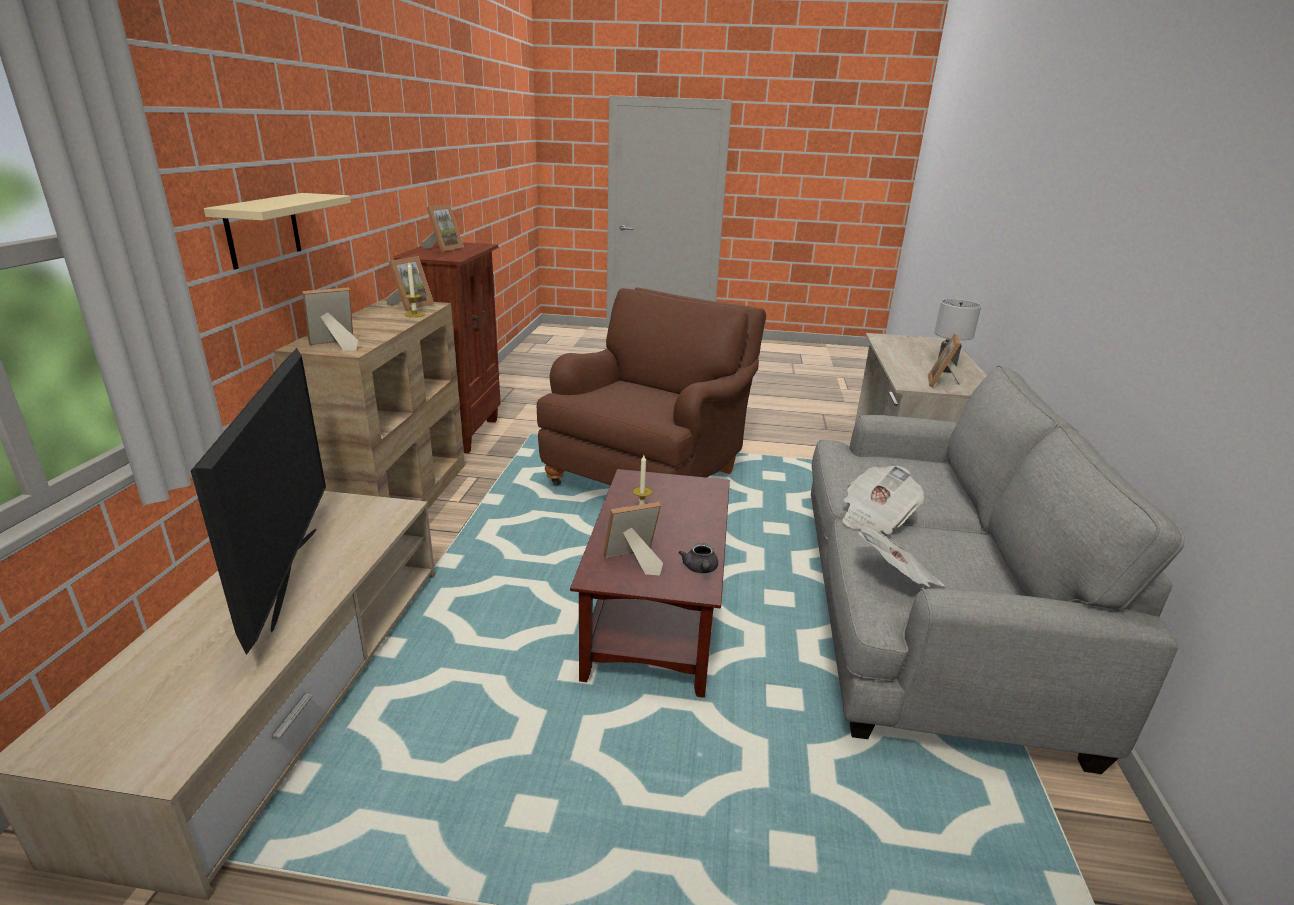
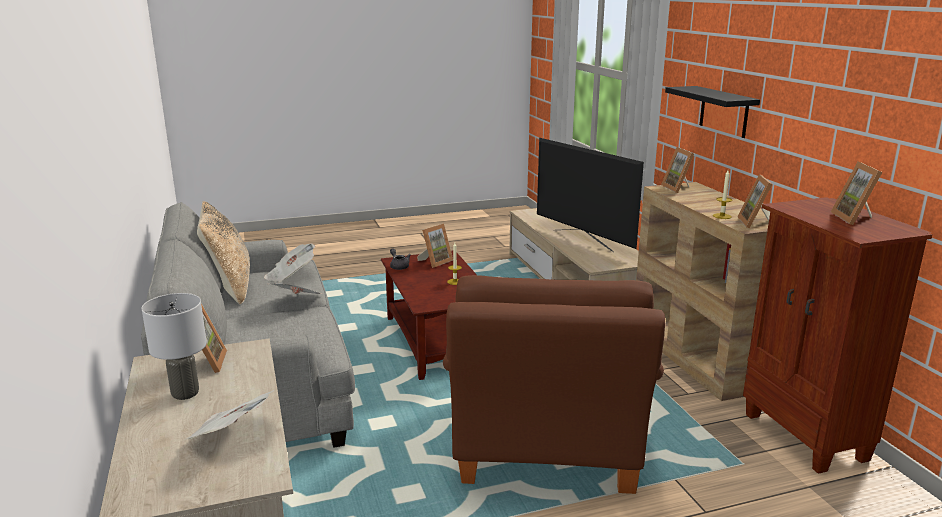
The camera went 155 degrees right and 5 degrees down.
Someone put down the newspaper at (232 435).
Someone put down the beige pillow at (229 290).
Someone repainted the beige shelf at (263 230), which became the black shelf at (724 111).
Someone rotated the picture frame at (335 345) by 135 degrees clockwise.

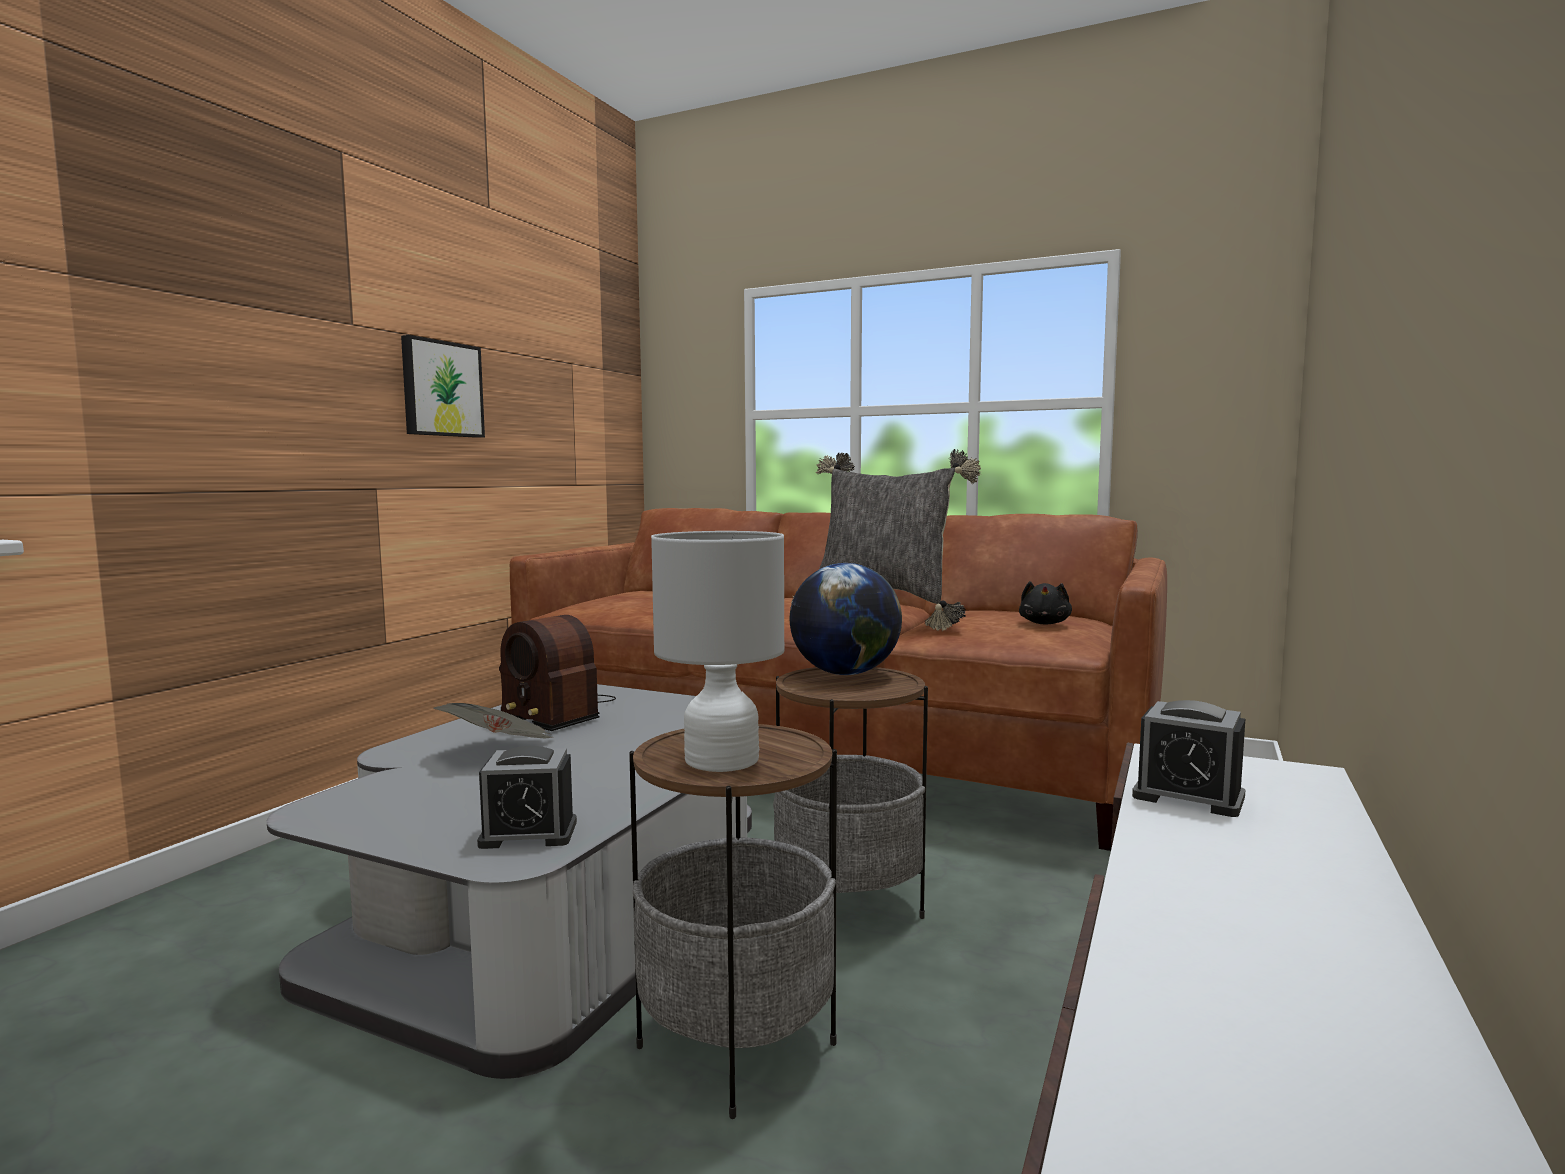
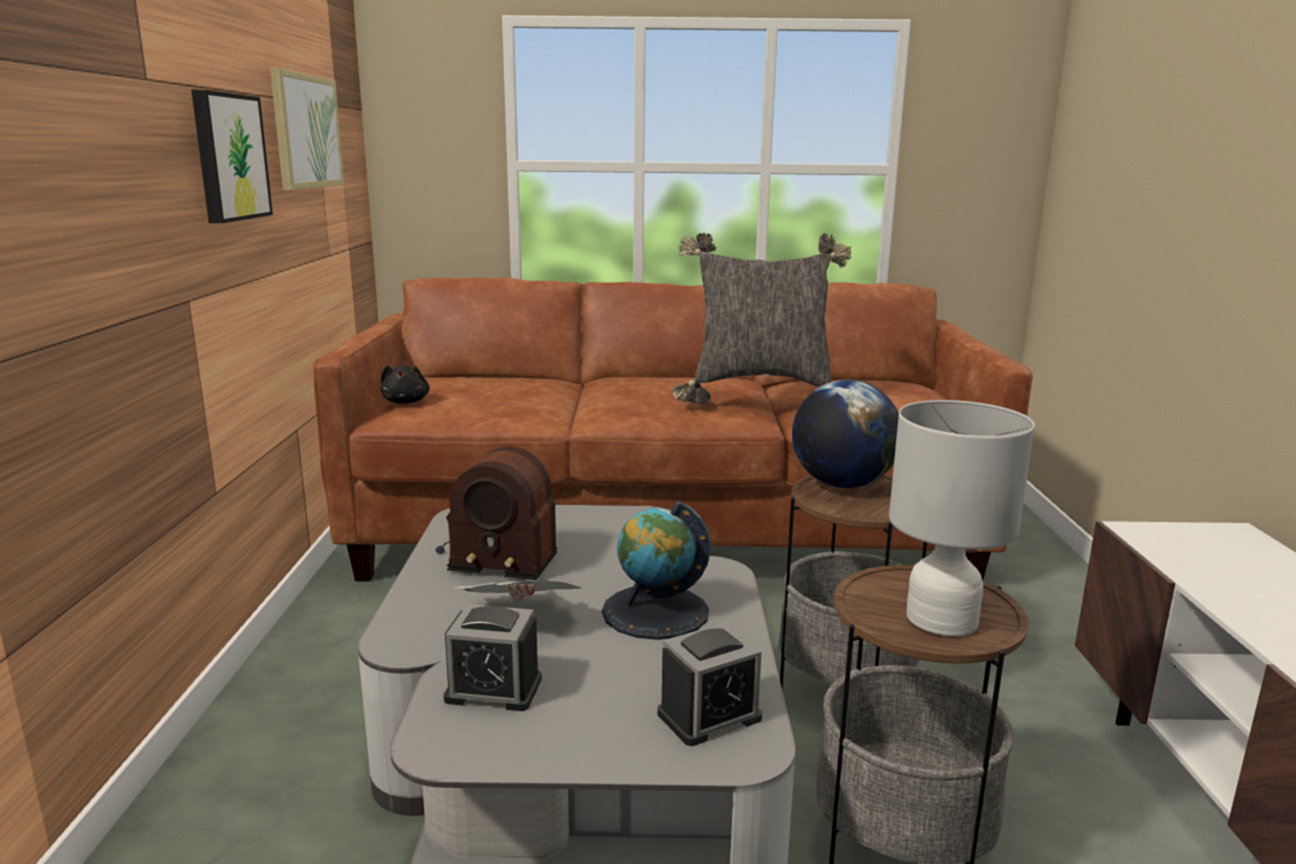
The camera went 25 degrees left and 10 degrees up.
Someone put up the picture at (306 131).
Someone put down the globe at (655 612).
Someone carried the black plush toy from (1044 623) to (406 402).
Someone carried the alarm clock from (1188 796) to (493 689).

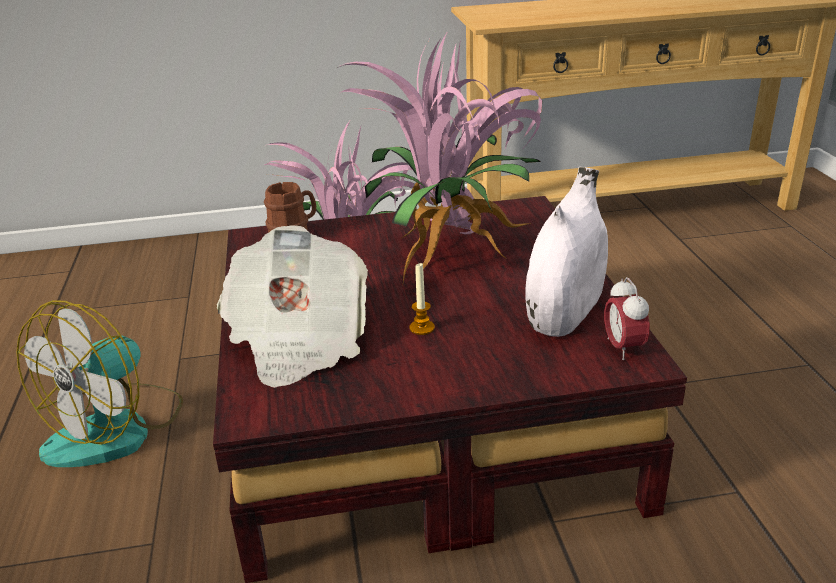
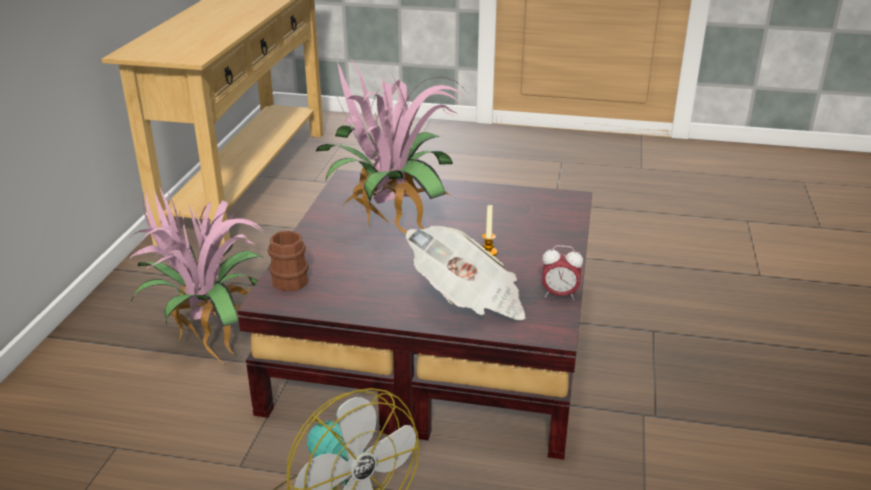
The camera went 70 degrees left and 0 degrees up.
Someone took away the white vase at (565 310).
Someone carried the alarm clock from (623 348) to (559 295).

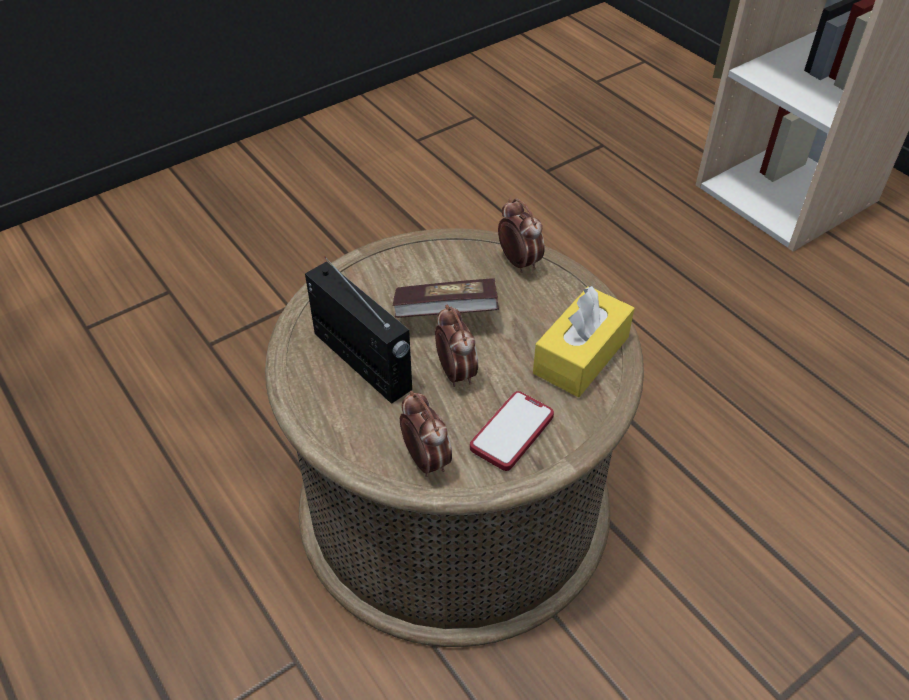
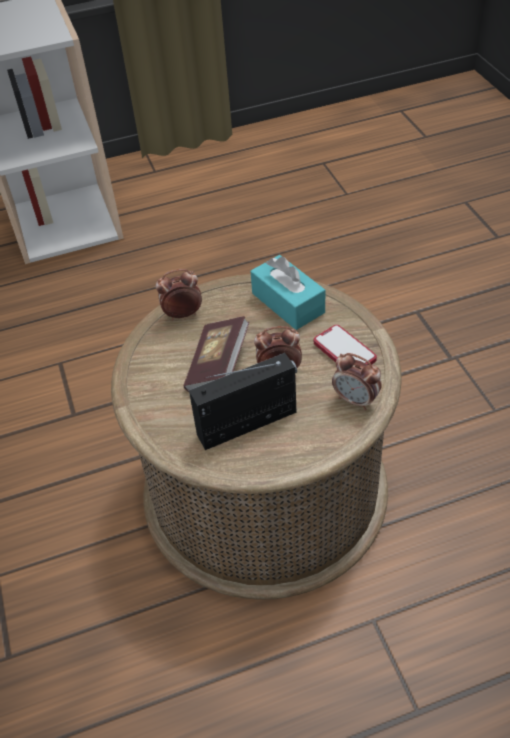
The camera went 70 degrees left and 0 degrees up.
Someone repainted the yellow tissue box at (581 355), which became the turquoise tissue box at (288 303).
Someone rotated the alarm clock at (425 460) by 135 degrees counterclockwise.

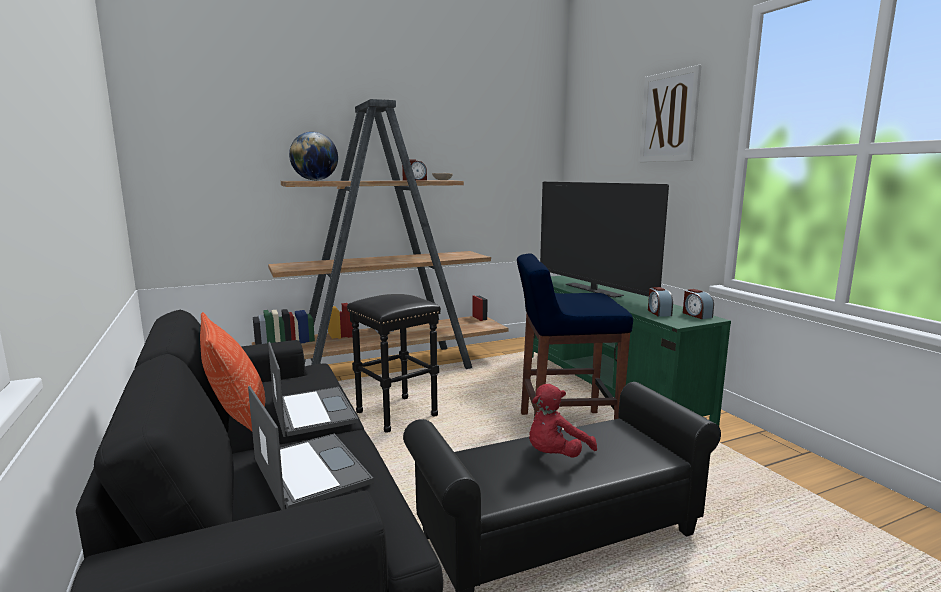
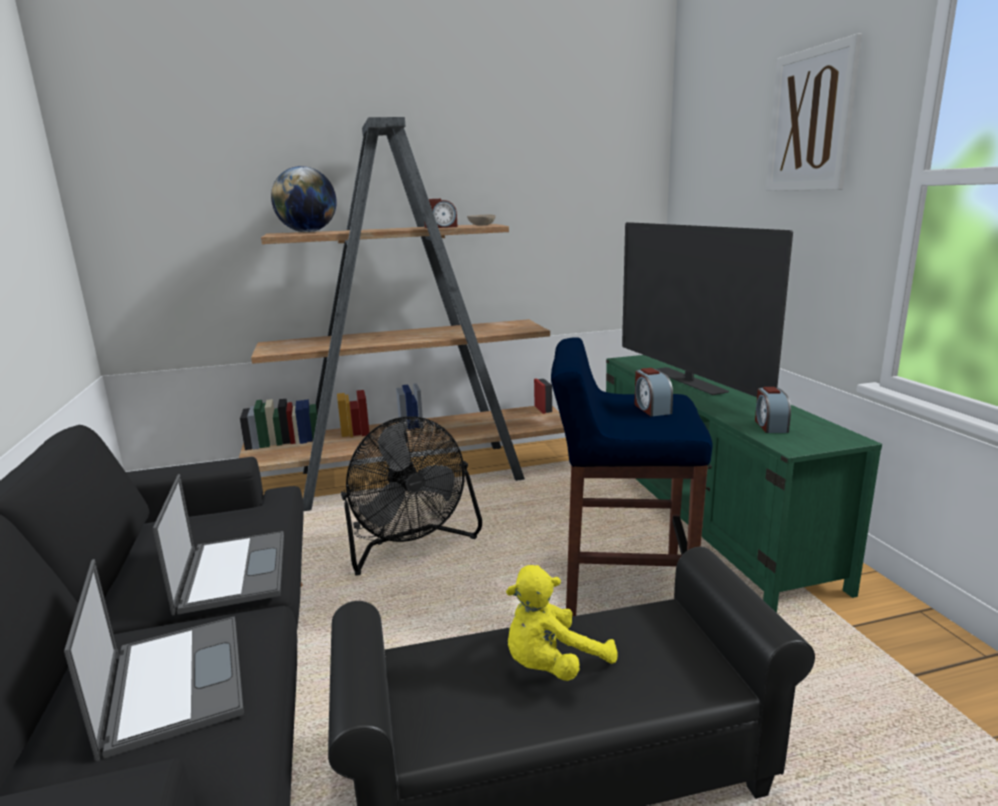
The camera went 10 degrees right and 5 degrees up.
Someone took away the orange pillow at (238 423).
Someone carried the alarm clock from (696 315) to (651 408).
Someone swapped the black stool at (397 413) for the black fan at (404 546).
Someone repainted the red plush toy at (555 455), which became the yellow plush toy at (552 665).

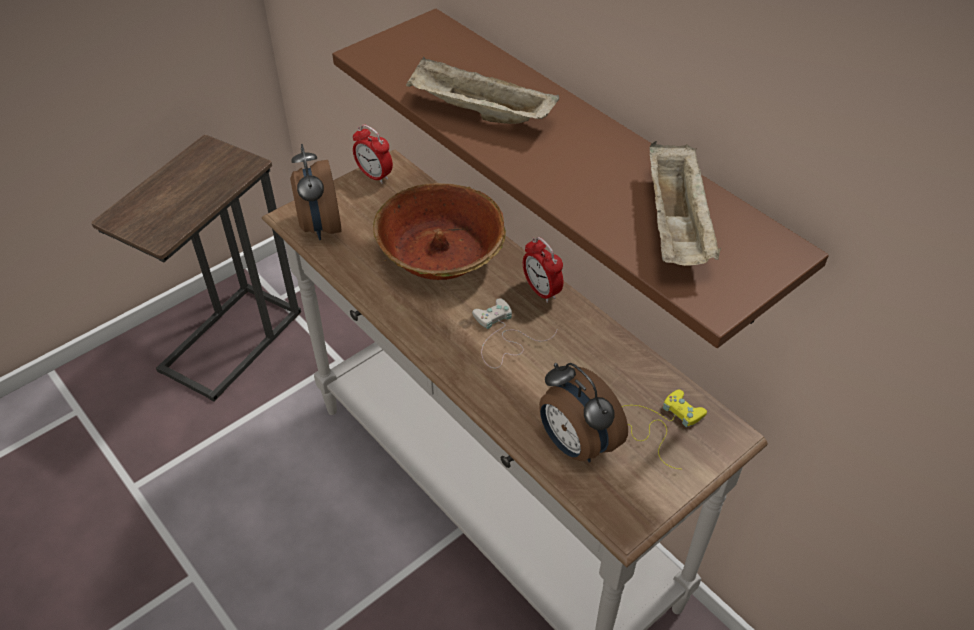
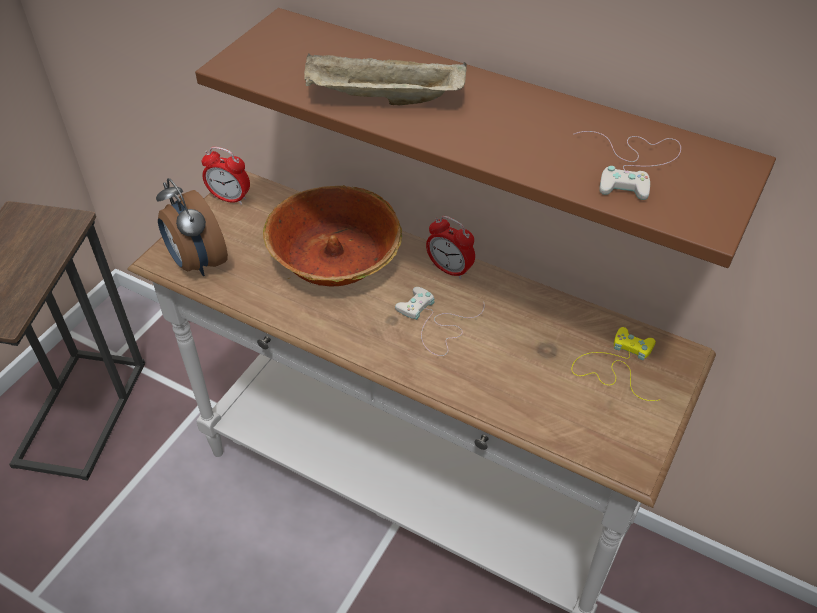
The camera went 20 degrees left and 0 degrees up.
Someone took away the alarm clock at (575 444).
Someone swapped the beige tray at (676 227) for the white game controller at (633 164).

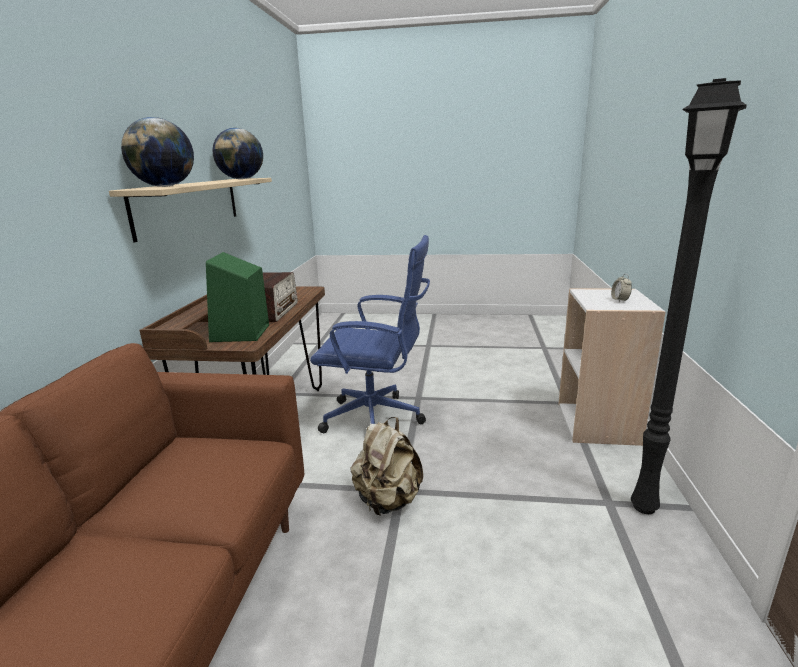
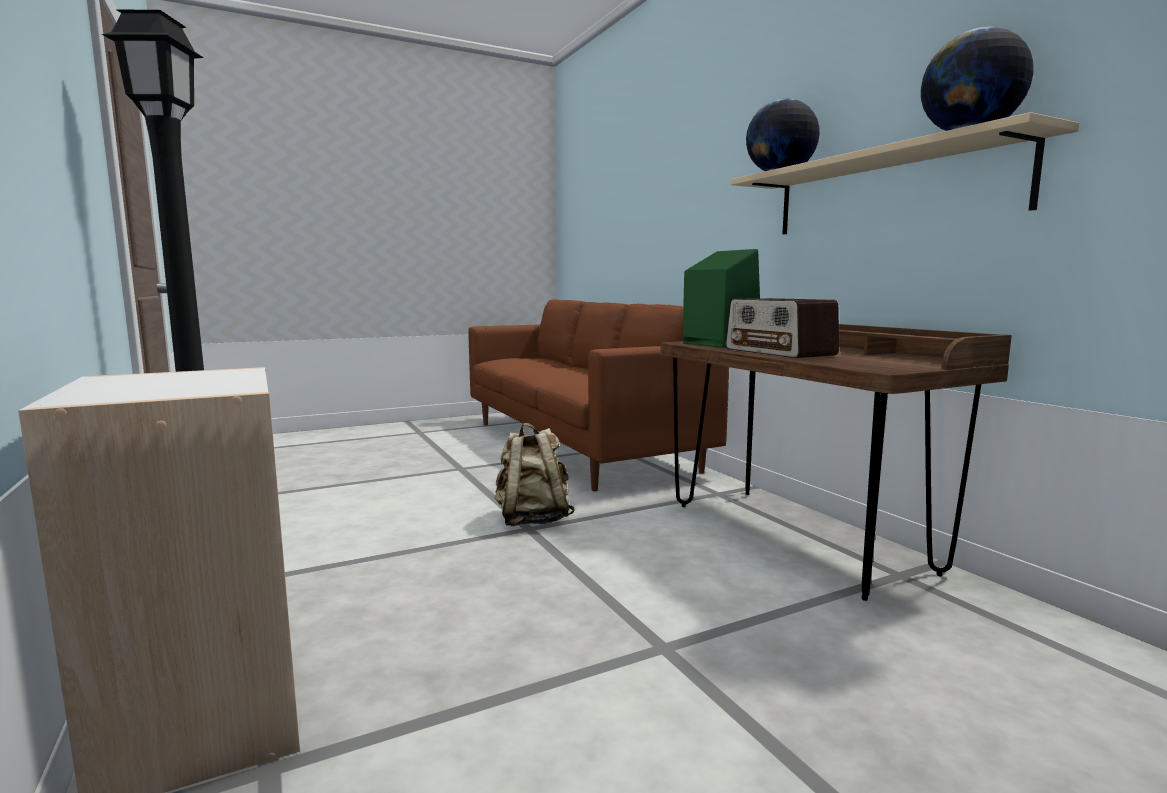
The camera went 145 degrees right and 10 degrees down.
Someone took away the blue office chair at (377 420).
Someone took away the alarm clock at (620 300).

